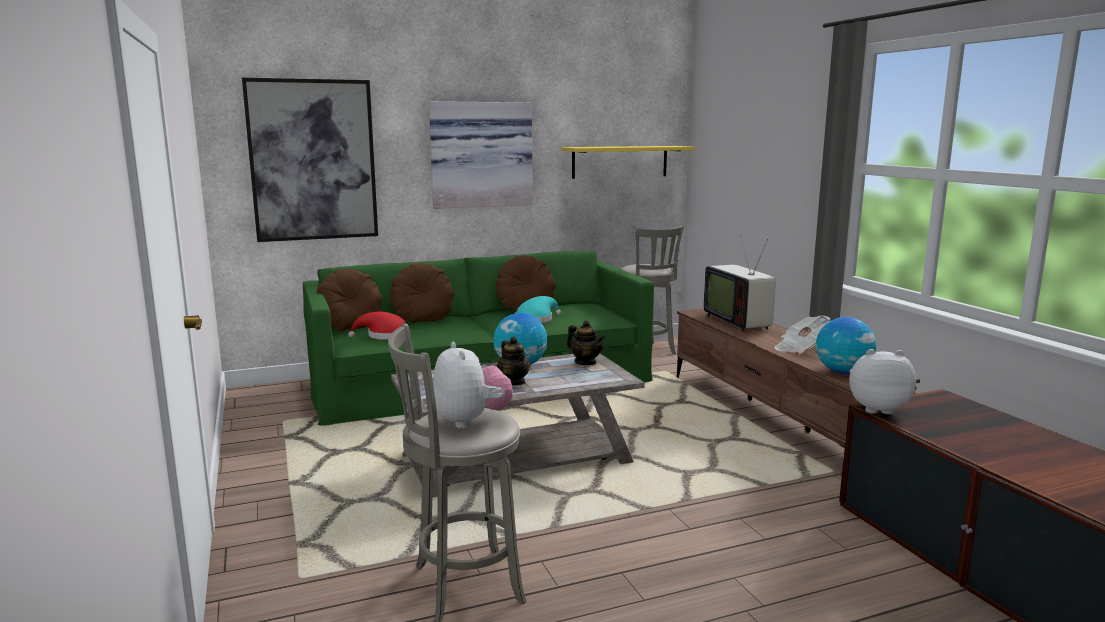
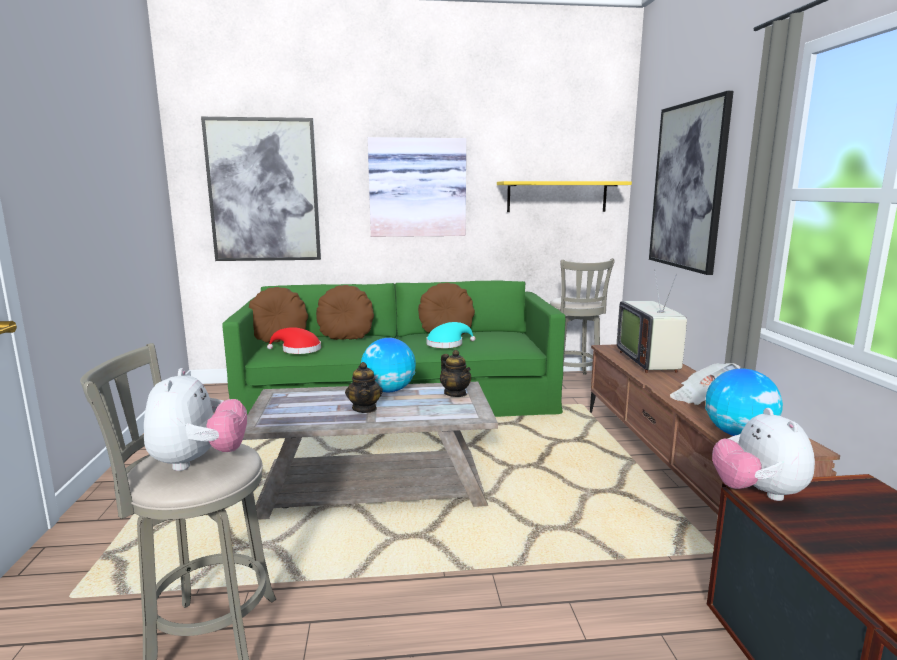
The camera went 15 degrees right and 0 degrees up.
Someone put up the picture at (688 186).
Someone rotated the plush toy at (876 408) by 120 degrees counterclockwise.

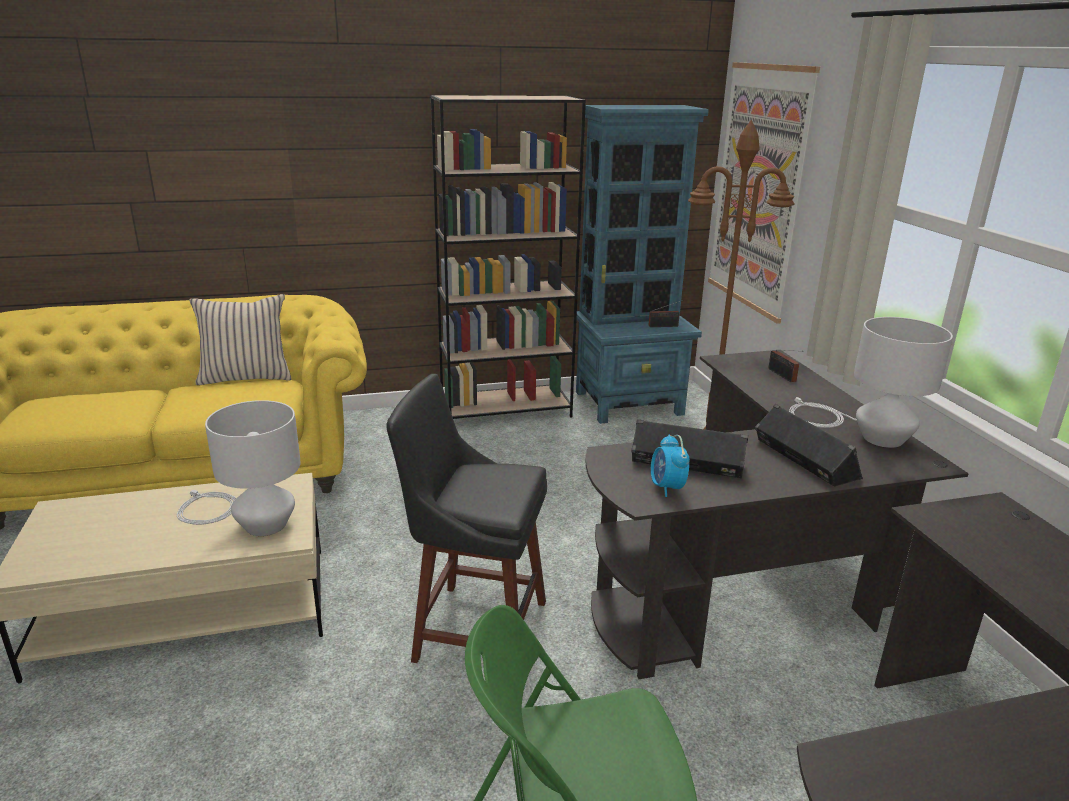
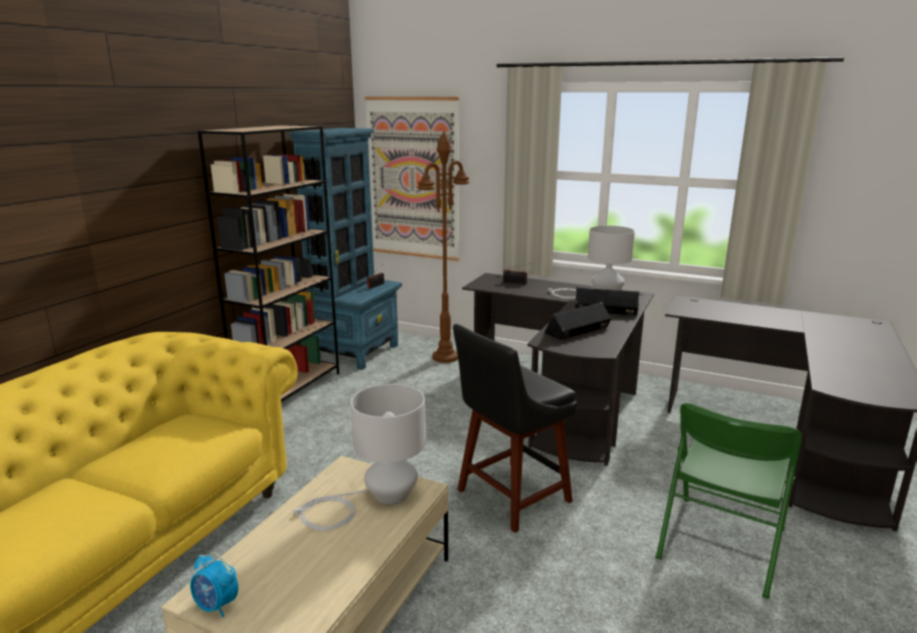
The camera went 50 degrees left and 5 degrees down.
Someone took away the beige pillow at (246 377).
Someone carried the alarm clock from (667 488) to (217 606).

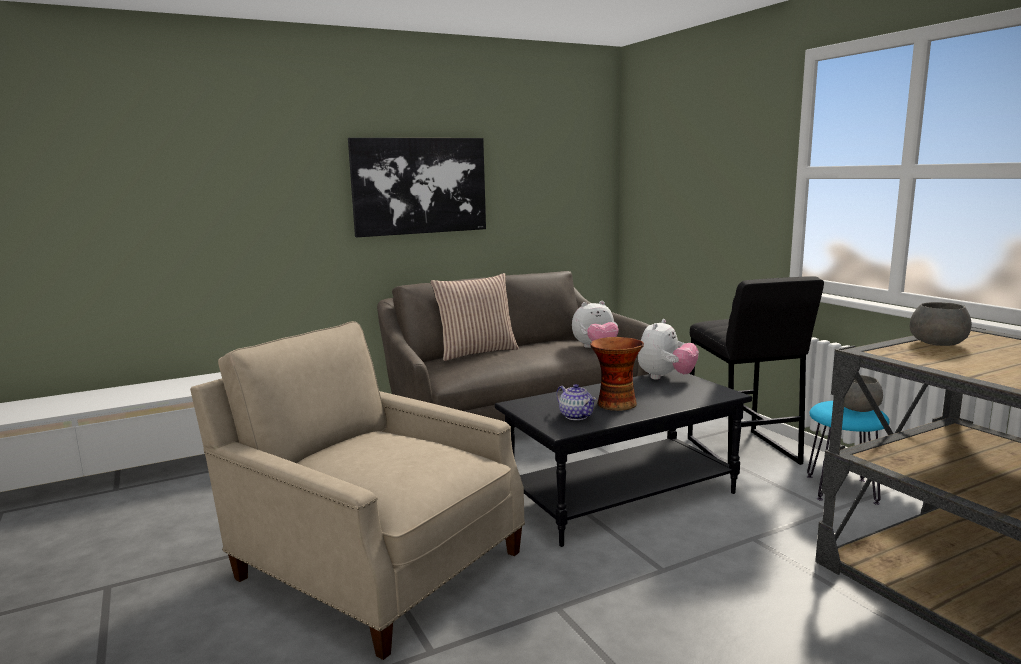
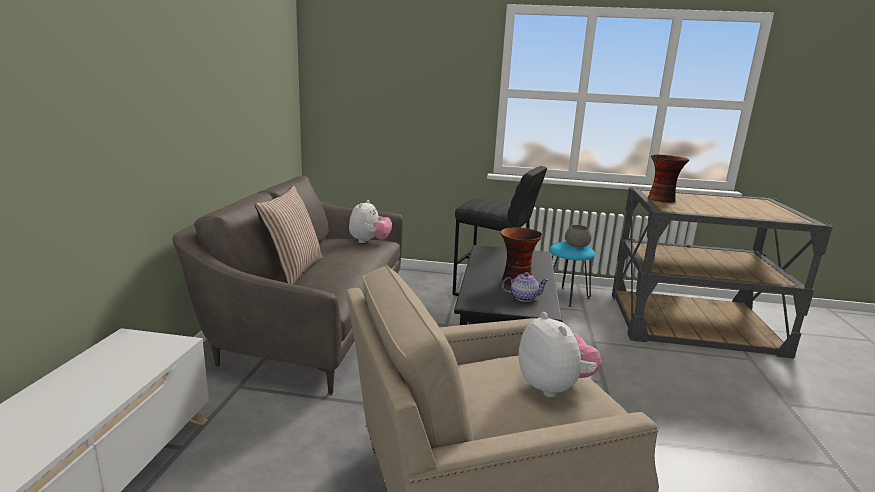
The camera went 55 degrees left and 5 degrees up.
Someone took away the picture at (419 186).
Someone carried the plush toy from (665 377) to (554 387).
Someone swapped the grey bowl at (938 343) for the vase at (662 199).

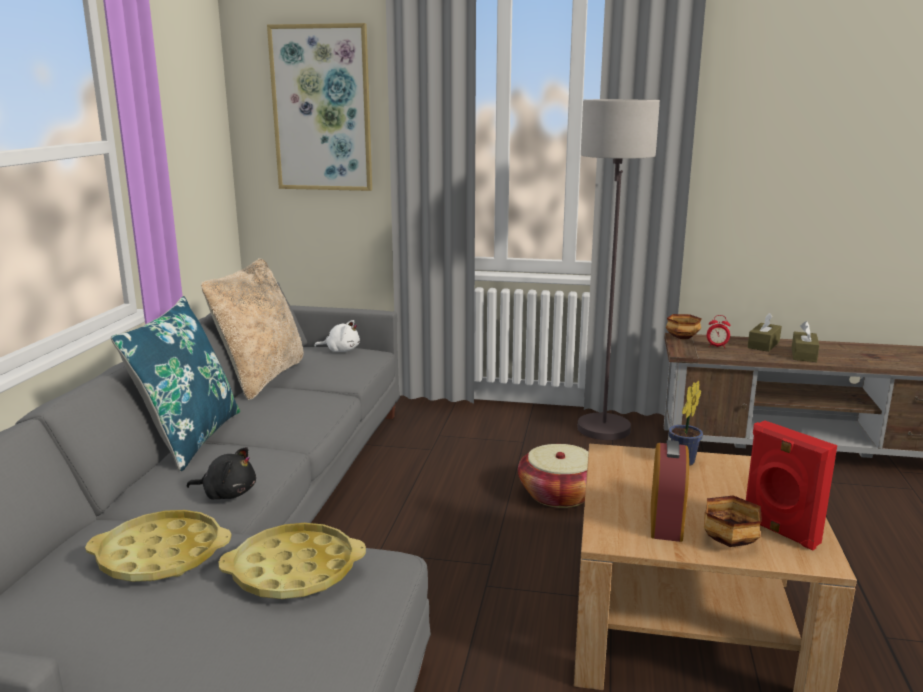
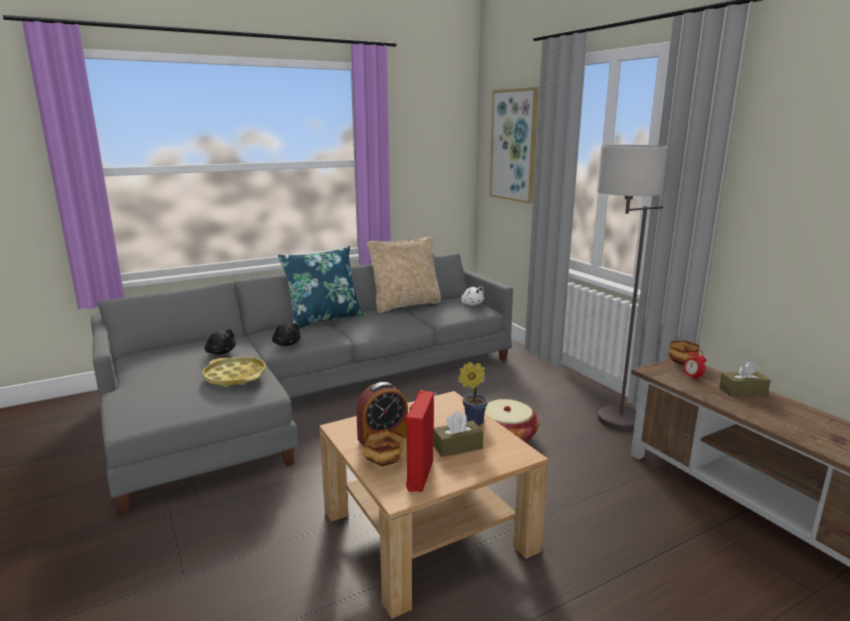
The camera went 50 degrees right and 0 degrees up.
Someone carried the brown tissue box from (803 355) to (457 447).
Someone swapped the yellow tray at (161 555) for the black plush toy at (220 352).

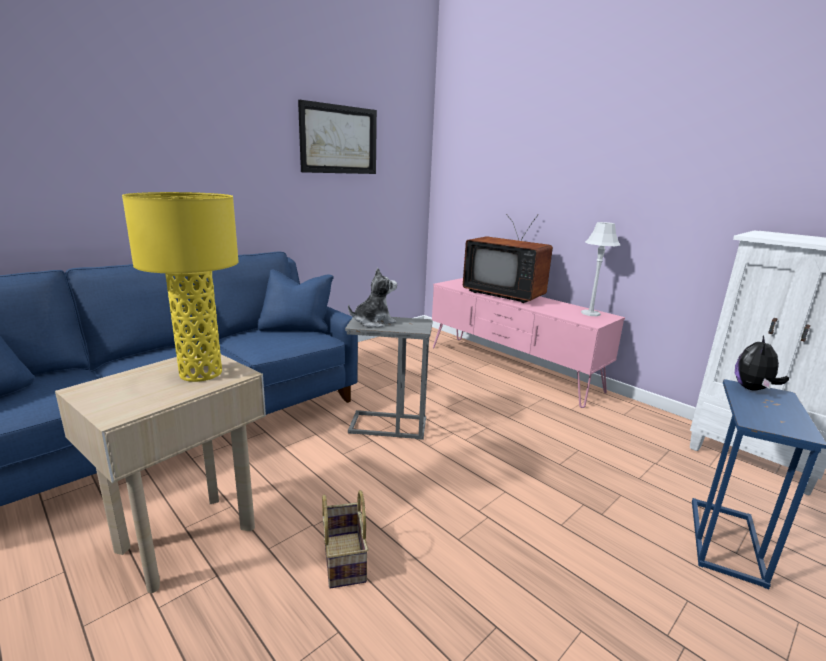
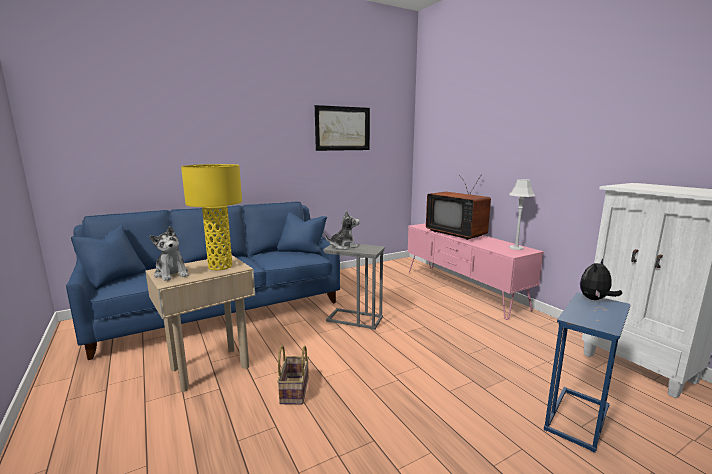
The camera went 15 degrees right and 5 degrees down.
Someone put down the plush toy at (172 274).

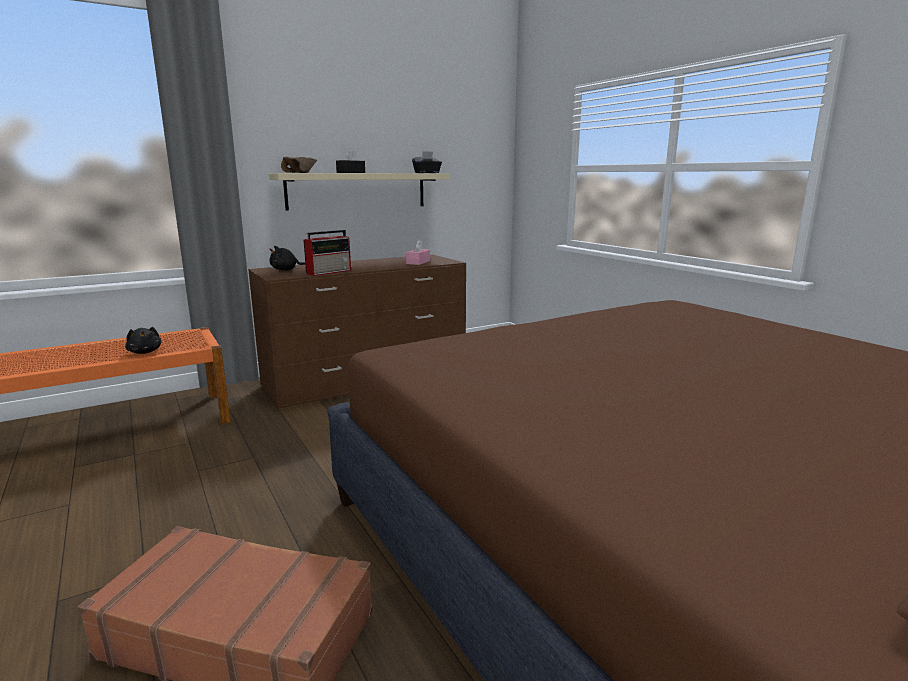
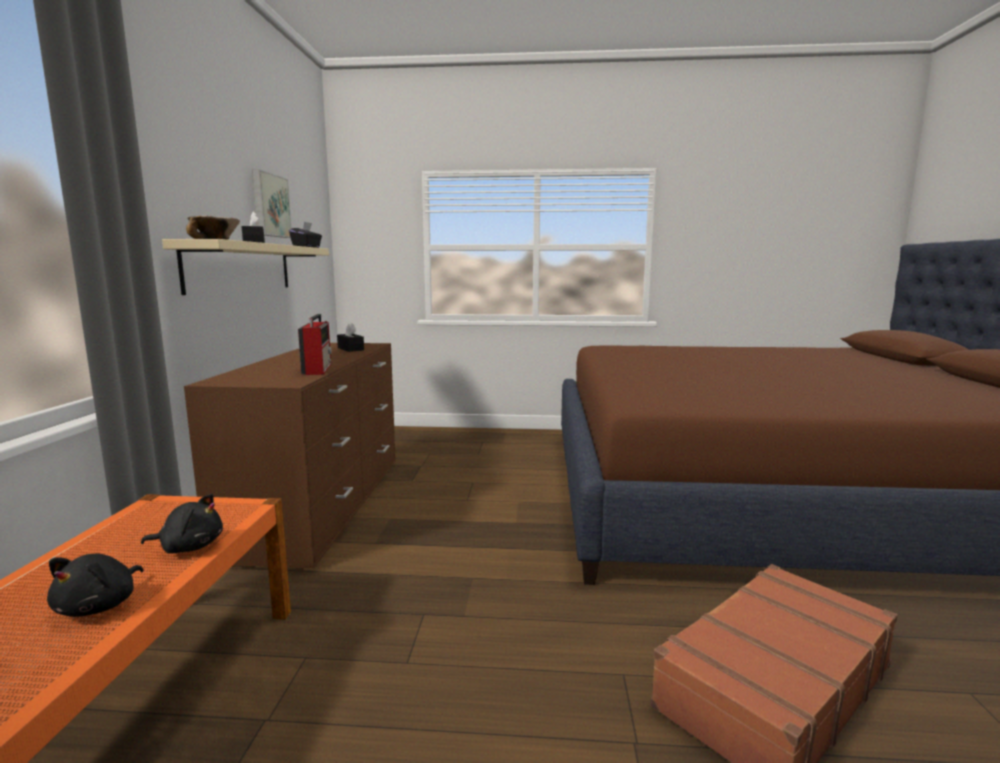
The camera went 55 degrees left and 5 degrees down.
Someone put up the picture at (269 205).
Someone carried the black plush toy from (286 270) to (100 606).
Someone repainted the pink tissue box at (418 262), which became the black tissue box at (350 349).

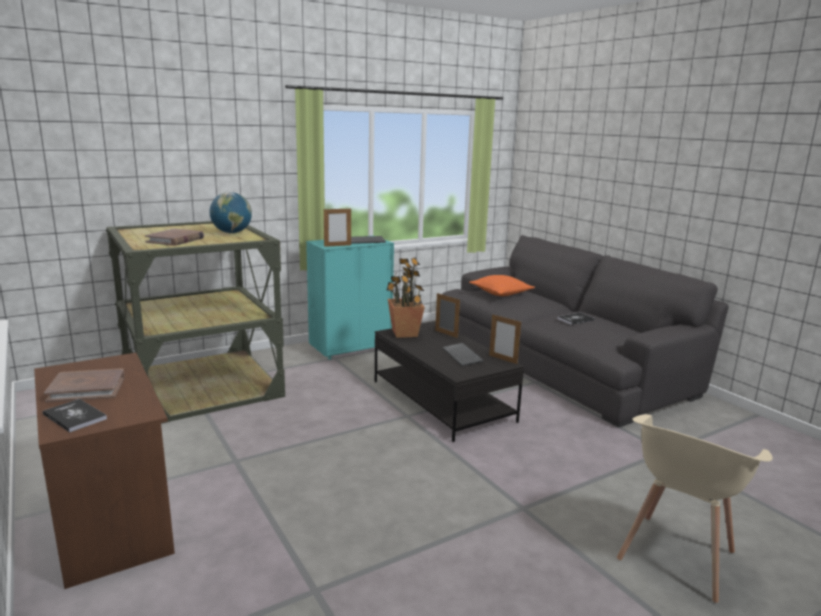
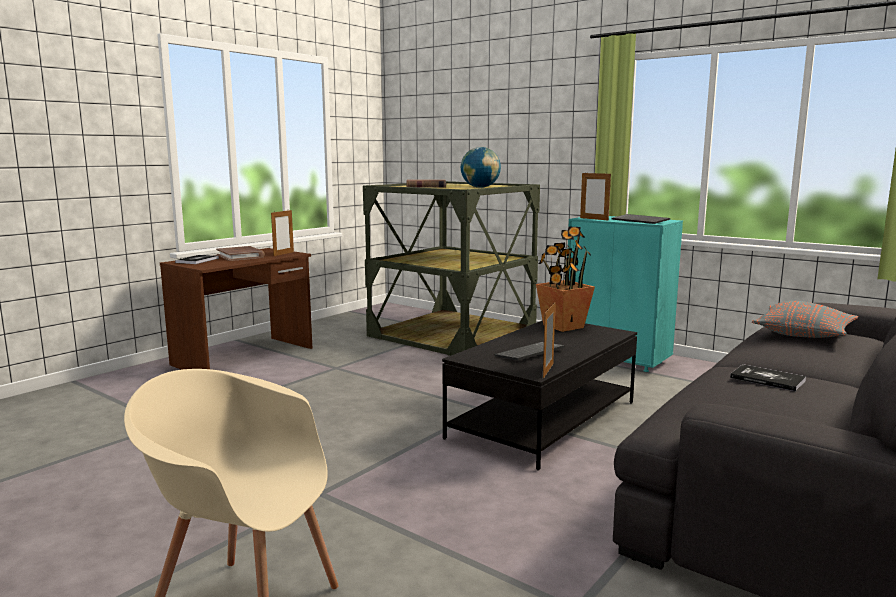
The camera went 70 degrees right and 5 degrees down.
Someone carried the picture frame from (446 334) to (283 254).
Someone repainted the orange pillow at (501 293), which became the grey pillow at (803 334).

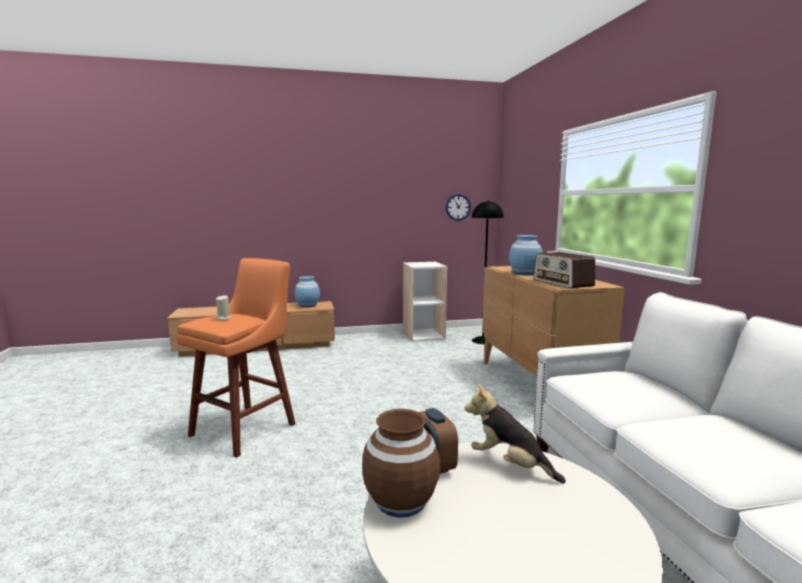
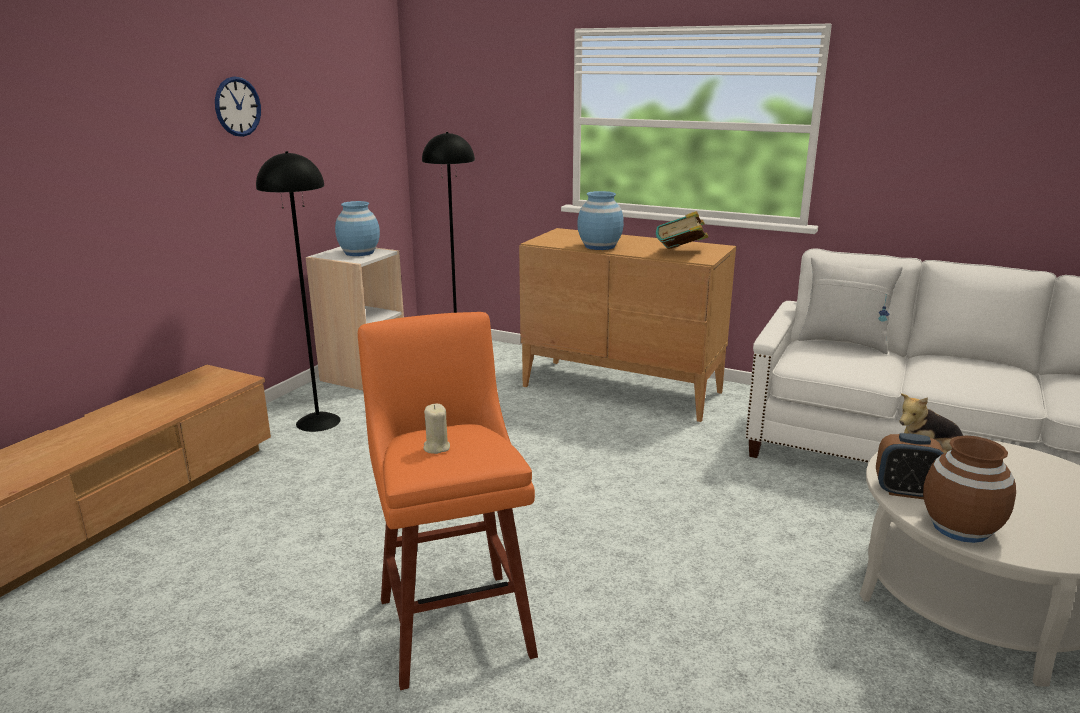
The camera went 50 degrees left and 10 degrees up.
Someone put down the black floor lamp at (318 421).
Someone put down the grey pillow at (842 343).
Someone carried the blue vase from (307 305) to (359 253).
Someone carried the wall clock from (458 207) to (237 106).
Someone swapped the radio at (563 283) for the book at (681 253).

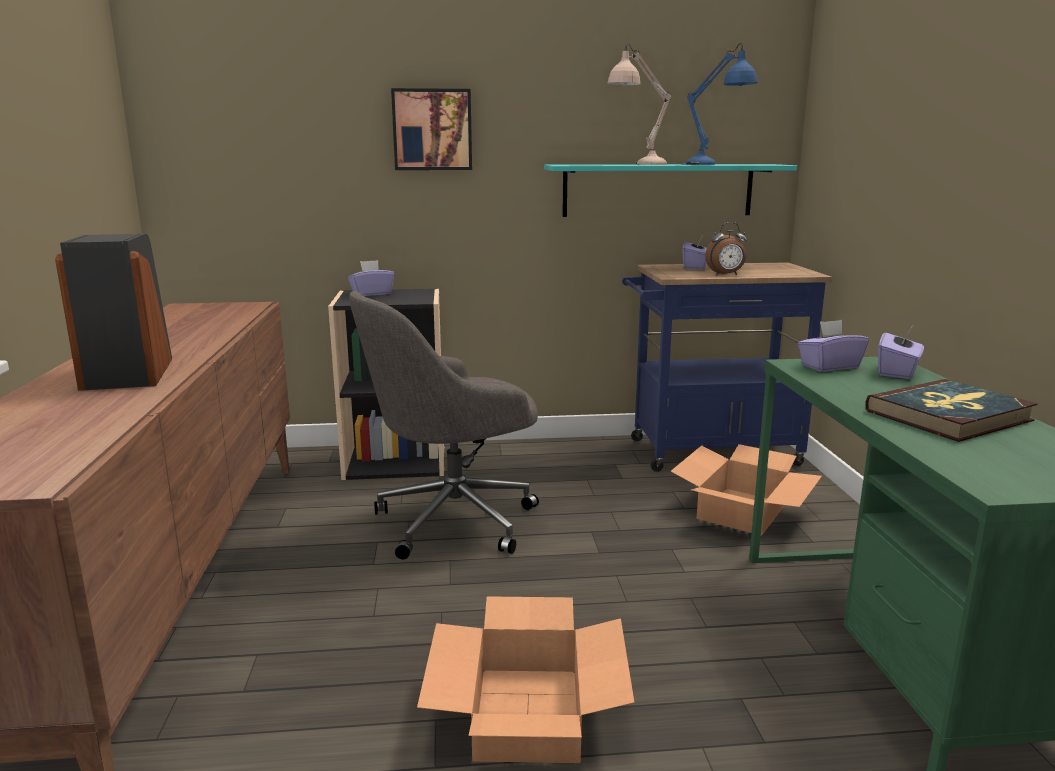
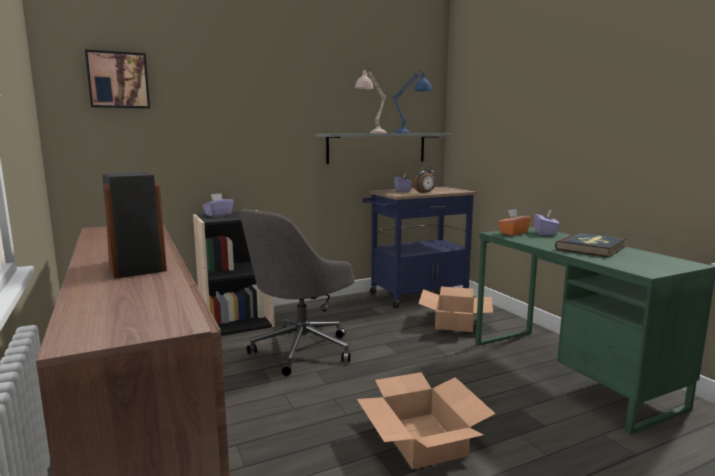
The camera went 20 degrees left and 5 degrees down.
Someone carried the picture from (432 130) to (118 80).
Someone repainted the turquoise shelf at (658 190), which became the grey shelf at (377 148).
Someone repainted the purple tissue box at (829 366), which became the orange tissue box at (513 233).

